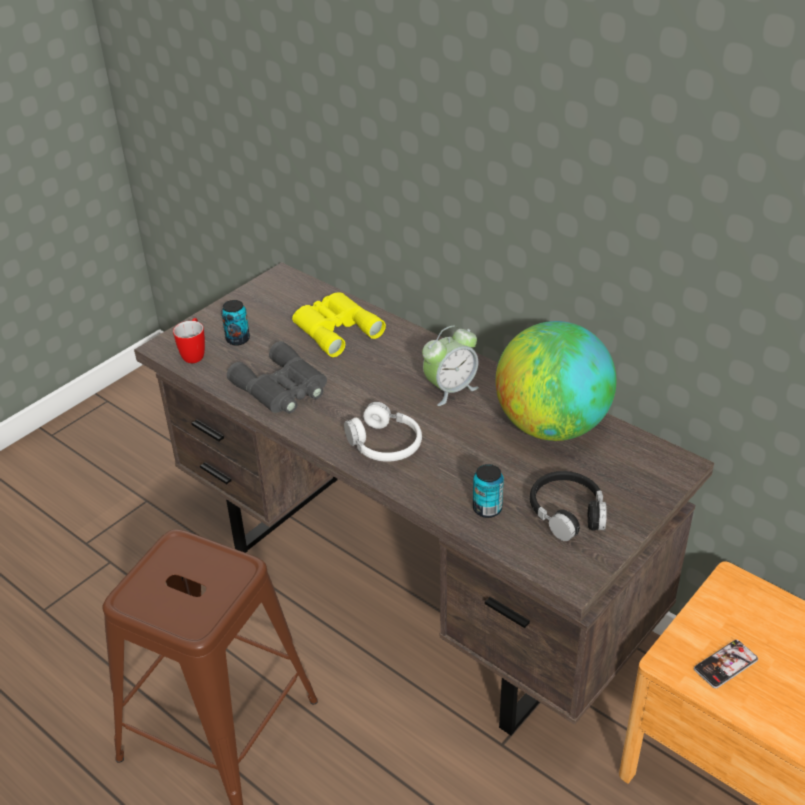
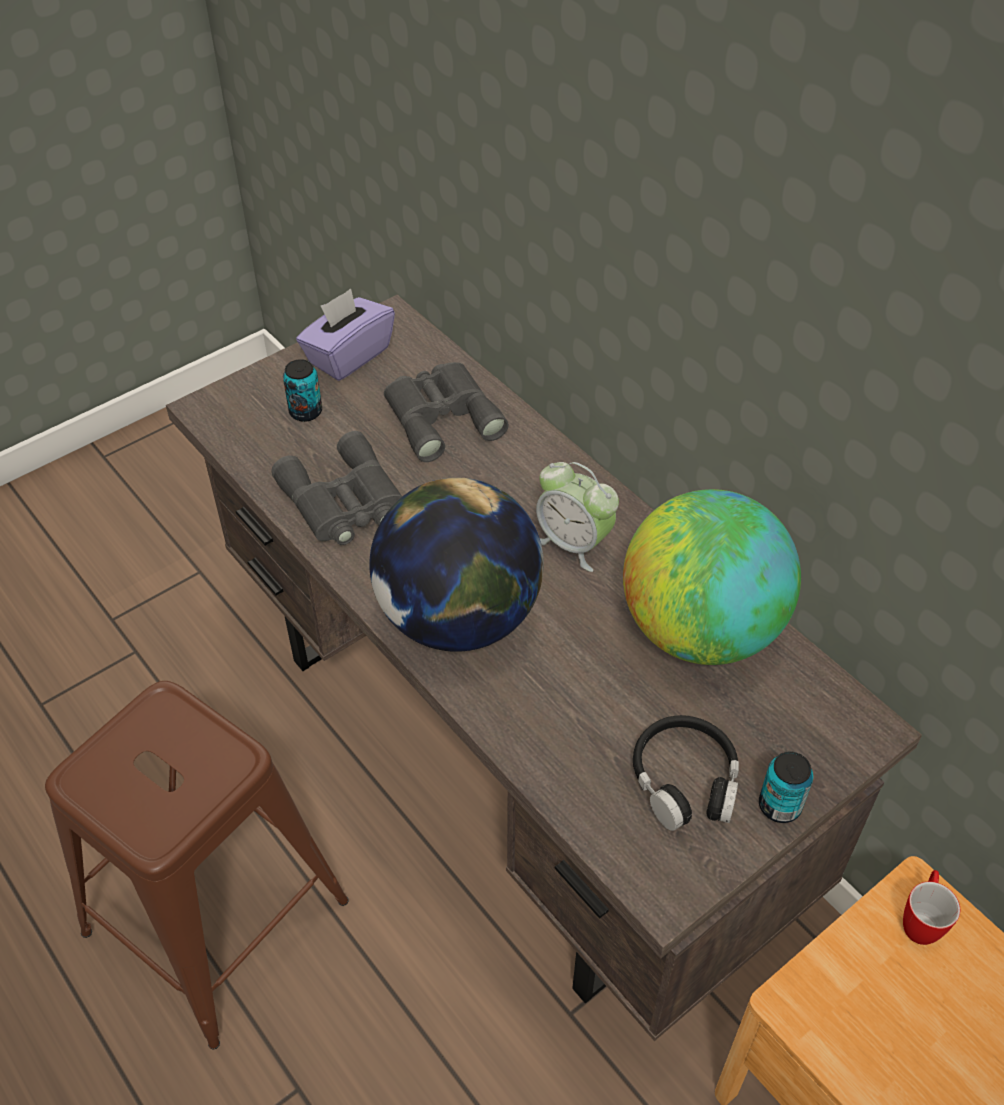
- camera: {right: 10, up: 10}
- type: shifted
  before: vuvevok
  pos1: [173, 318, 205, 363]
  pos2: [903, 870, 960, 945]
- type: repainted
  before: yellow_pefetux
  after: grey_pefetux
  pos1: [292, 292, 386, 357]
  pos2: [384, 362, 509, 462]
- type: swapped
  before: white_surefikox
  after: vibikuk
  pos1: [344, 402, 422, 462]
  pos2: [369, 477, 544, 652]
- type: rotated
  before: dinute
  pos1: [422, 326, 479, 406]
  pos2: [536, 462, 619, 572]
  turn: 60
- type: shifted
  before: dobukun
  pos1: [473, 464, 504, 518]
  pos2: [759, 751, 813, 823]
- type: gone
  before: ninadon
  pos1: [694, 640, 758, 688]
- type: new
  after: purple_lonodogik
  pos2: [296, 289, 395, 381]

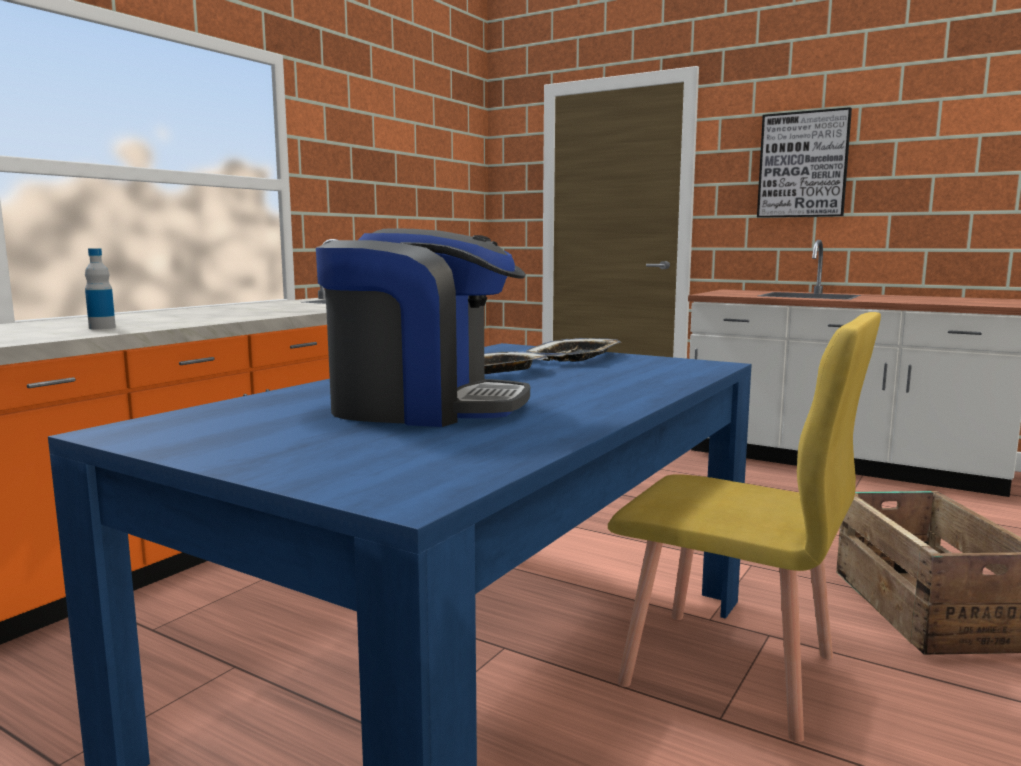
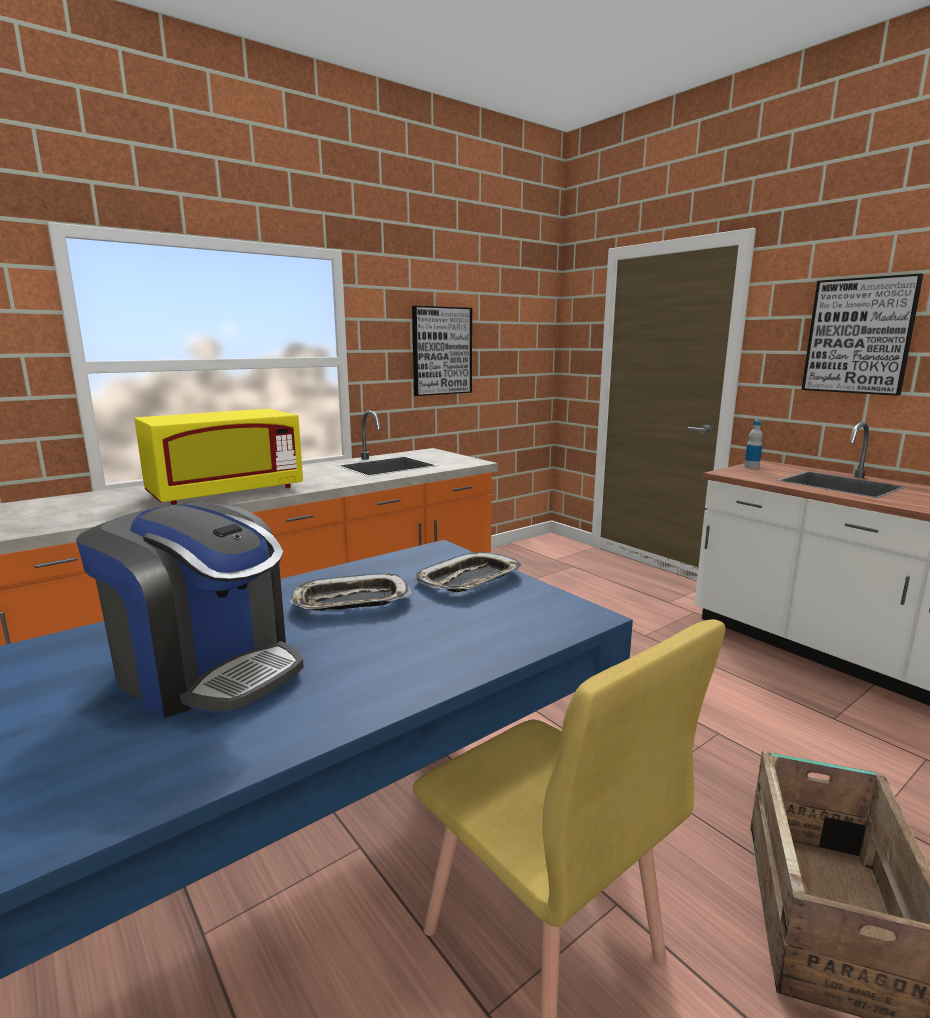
- camera: {right: 20, up: 5}
- type: shifted
  before: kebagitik
  pos1: [85, 248, 116, 330]
  pos2: [744, 421, 763, 469]
- type: new
  after: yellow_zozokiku
  pos2: [134, 409, 303, 505]
- type: new
  after: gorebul
  pos2: [412, 306, 472, 396]

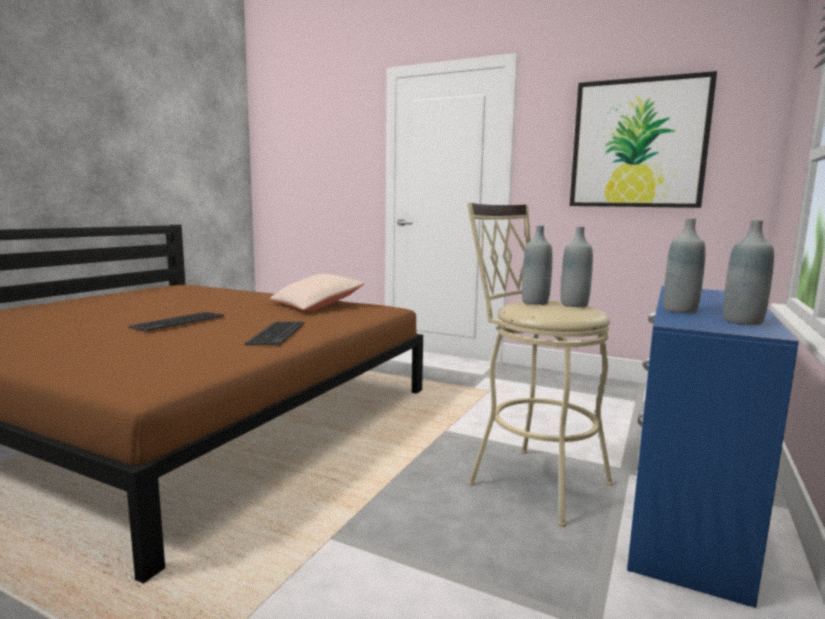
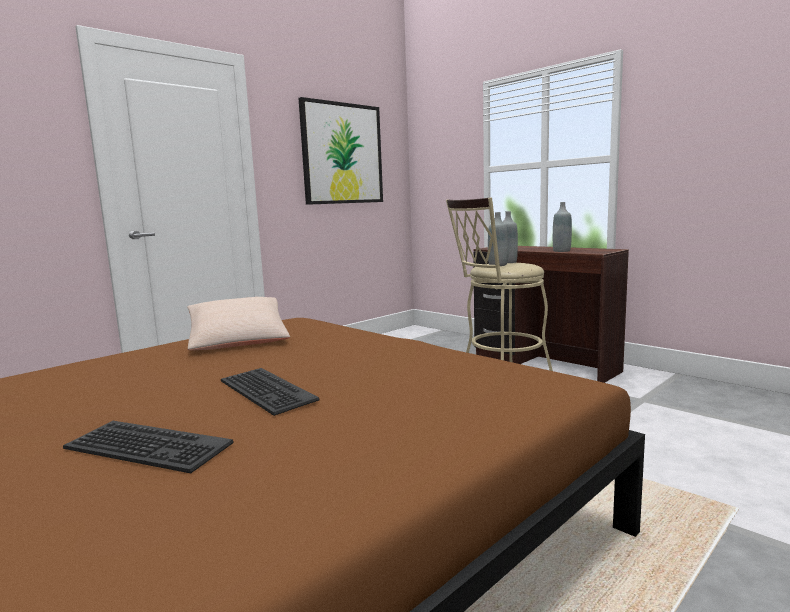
- camera: {right: -70, up: 0}
- type: shifted
  before: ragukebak
  pos1: [245, 321, 305, 345]
  pos2: [63, 421, 234, 473]
- type: repainted
  before: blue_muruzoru
  after: brown_muruzoru
  pos1: [627, 286, 799, 608]
  pos2: [473, 246, 629, 383]
- type: gone
  before: grey_kebagitik
  pos1: [723, 220, 774, 325]

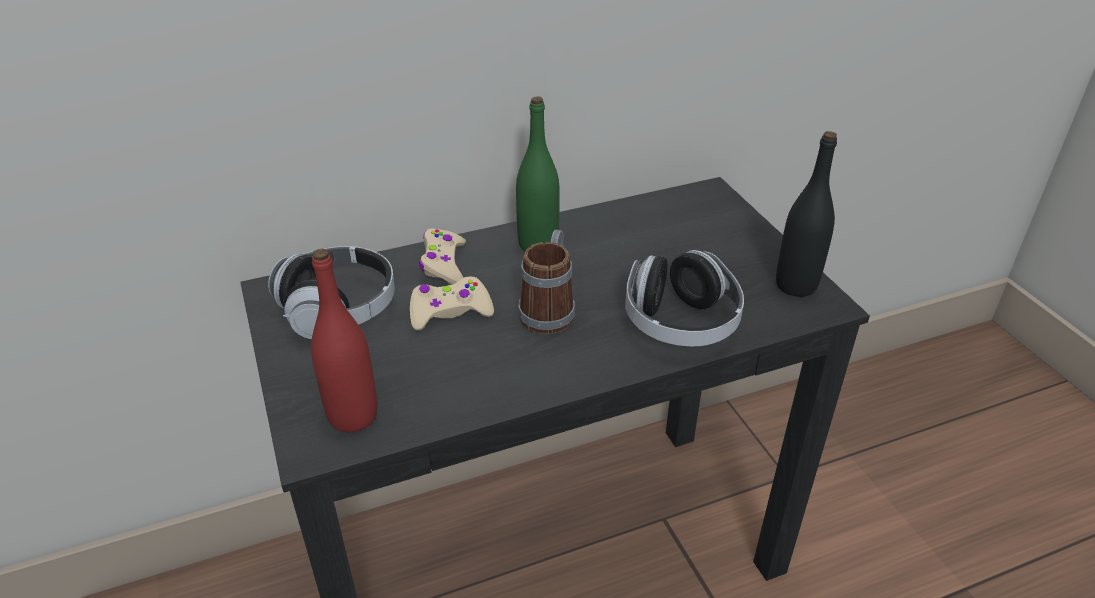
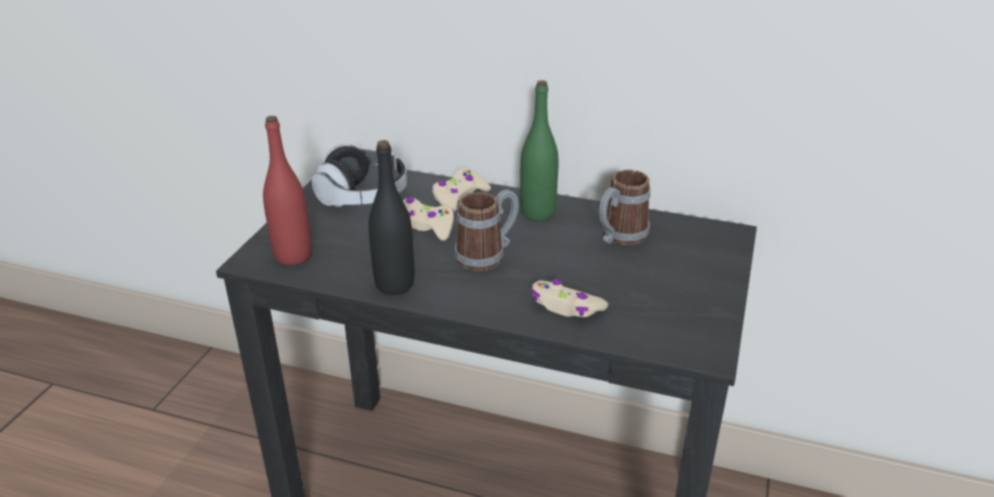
- camera: {right: 40, up: -5}
- type: swapped
  before: surefikox
  after: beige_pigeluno
  pos1: [625, 250, 744, 346]
  pos2: [531, 279, 608, 317]
- type: shifted
  before: black_kebagitik
  pos1: [776, 131, 837, 297]
  pos2: [368, 140, 414, 295]
- type: new
  after: vuvevok
  pos2: [599, 170, 650, 245]

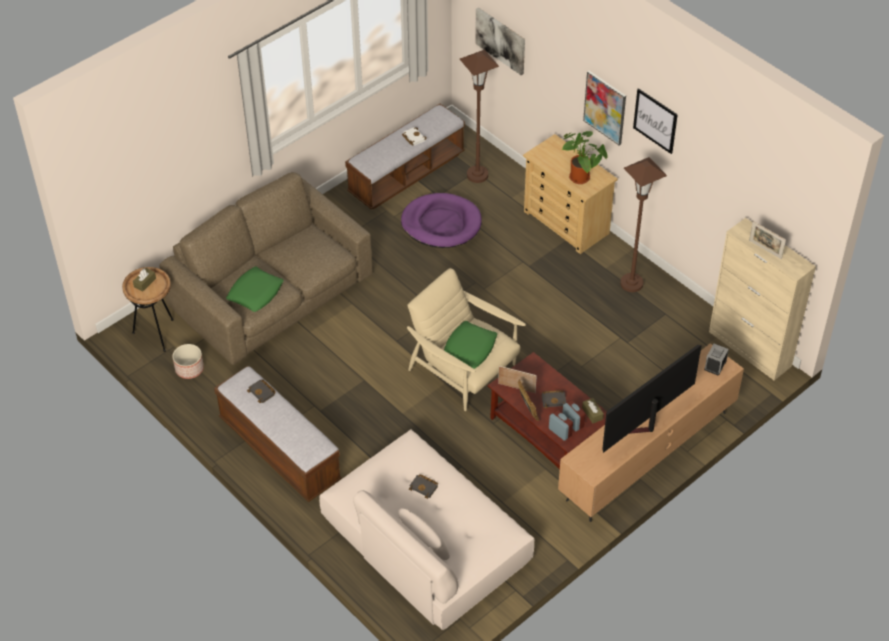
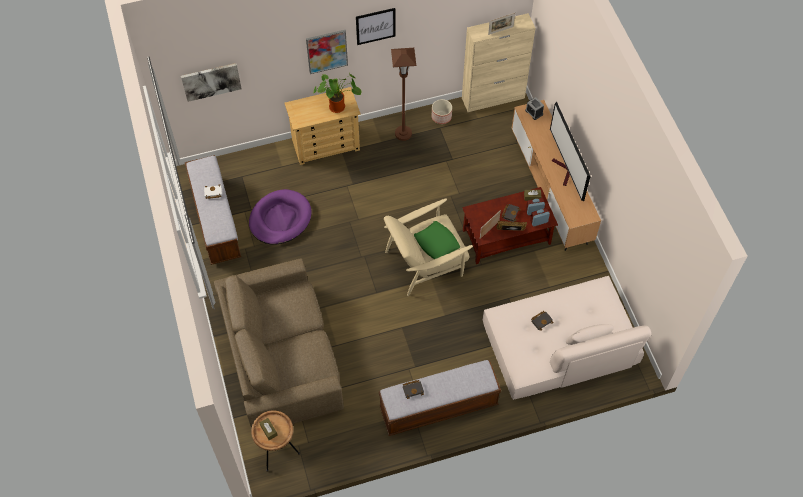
- camera: {right: -65, up: 10}
- type: shifted
  before: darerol
  pos1: [172, 344, 204, 379]
  pos2: [432, 99, 452, 124]
- type: gone
  before: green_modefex
  pos1: [226, 267, 283, 312]
- type: gone
  before: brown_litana
  pos1: [460, 50, 499, 183]

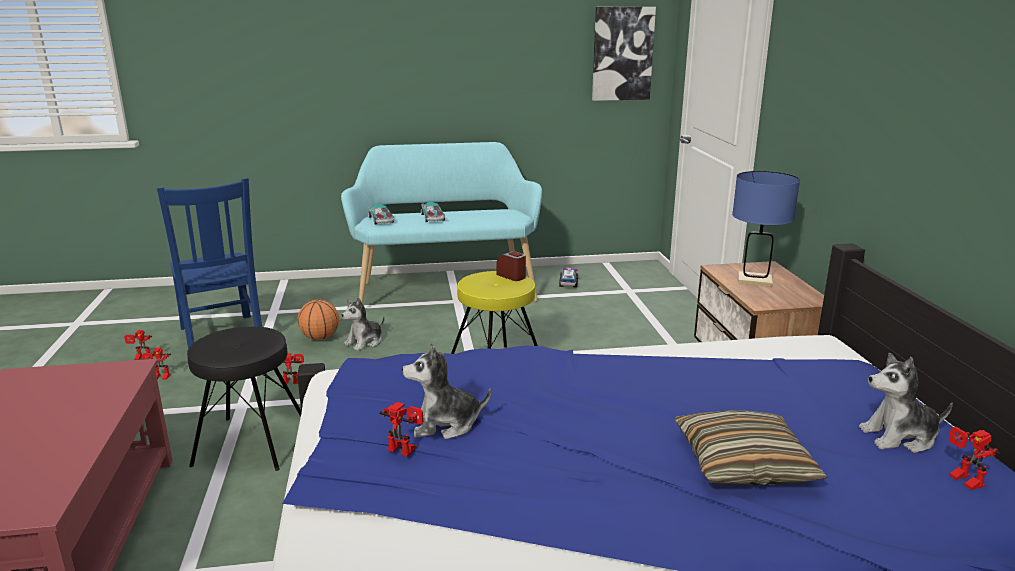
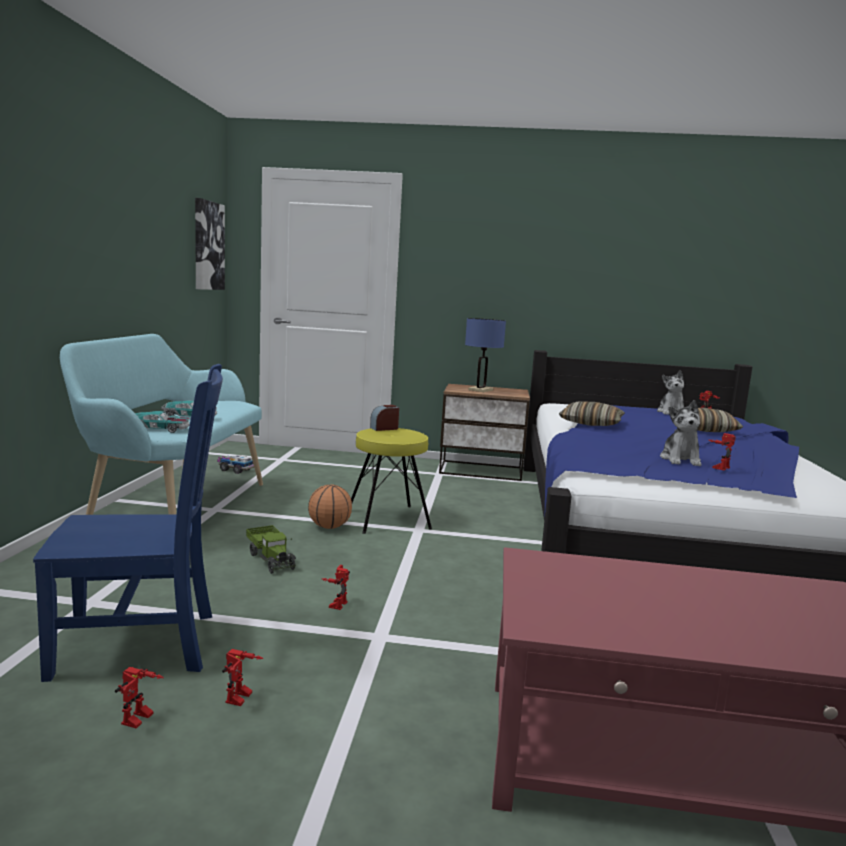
- camera: {right: -75, up: -10}
- type: gone
  before: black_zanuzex
  pos1: [187, 326, 301, 471]
- type: shifted
  before: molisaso
  pos1: [298, 299, 339, 340]
  pos2: [308, 484, 352, 529]
- type: swapped
  before: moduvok
  after: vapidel
  pos1: [341, 297, 385, 351]
  pos2: [246, 525, 296, 574]
- type: new
  after: modefex
  pos2: [559, 401, 625, 426]

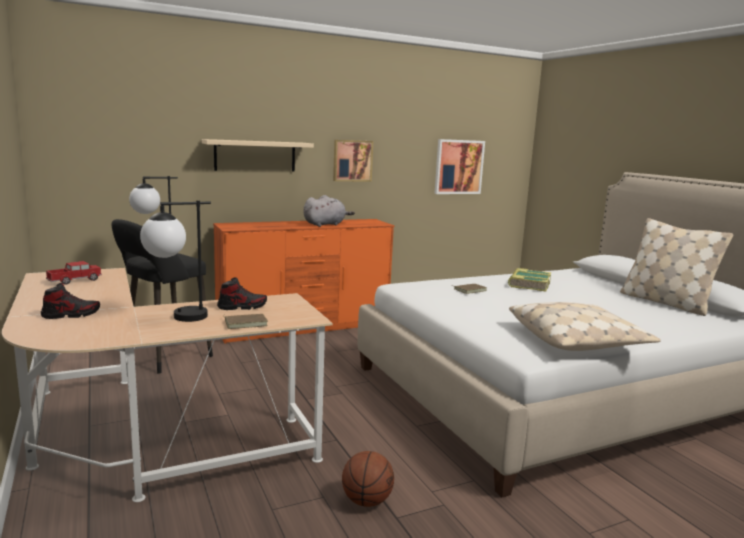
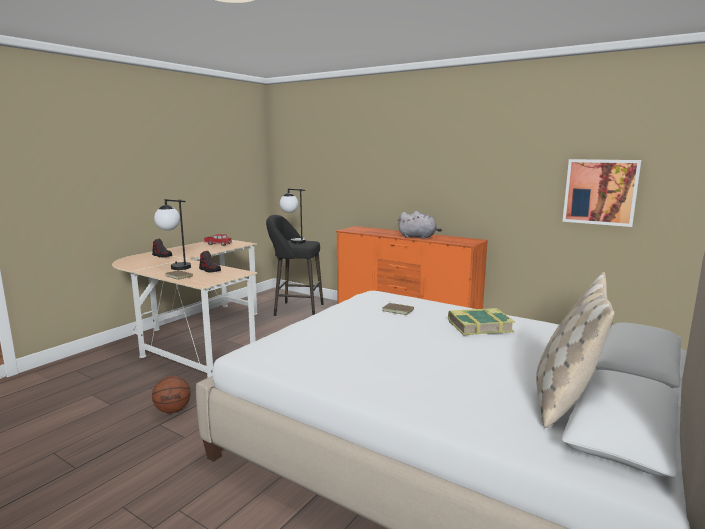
- camera: {right: 60, up: 0}
- type: gone
  before: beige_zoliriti
  pos1: [202, 139, 314, 172]
- type: gone
  before: gorebul
  pos1: [333, 140, 373, 181]
- type: gone
  before: beige_modefex
  pos1: [509, 302, 661, 351]

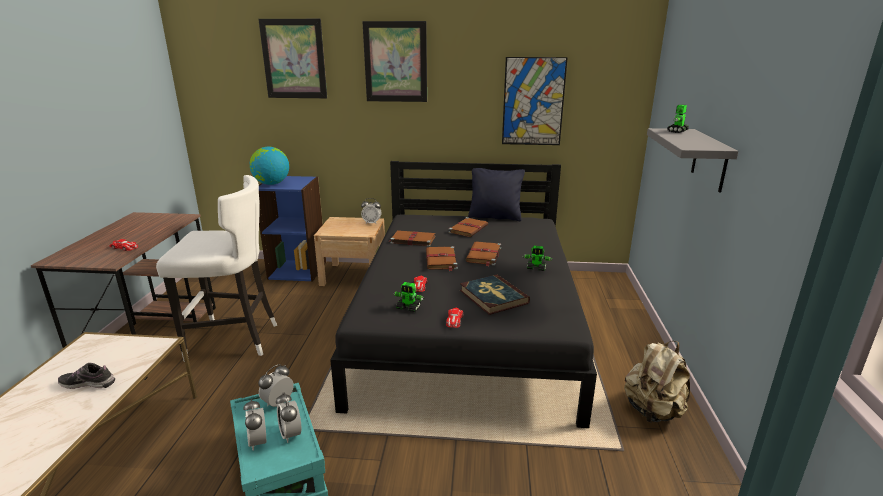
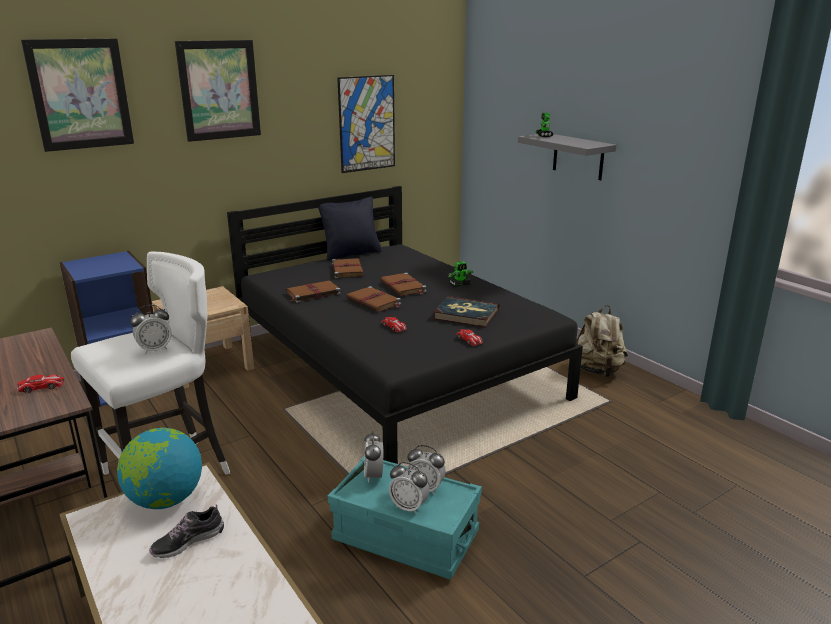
- camera: {right: -40, up: 0}
- type: shifted
  before: vibikuk
  pos1: [249, 147, 289, 185]
  pos2: [117, 428, 202, 509]
- type: shifted
  before: dinute
  pos1: [361, 198, 382, 225]
  pos2: [131, 305, 171, 354]
- type: gone
  before: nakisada
  pos1: [394, 282, 424, 312]

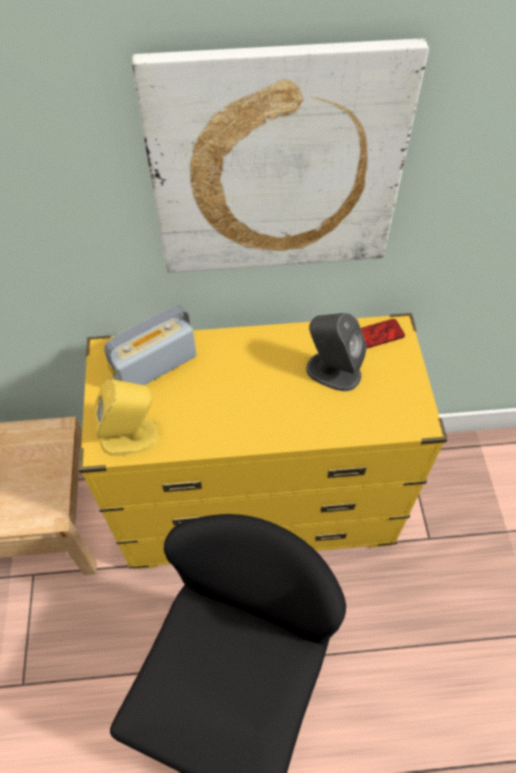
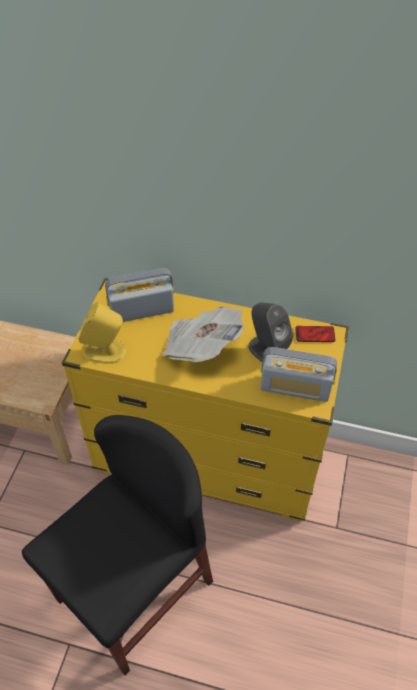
- camera: {right: 20, up: -5}
- type: gone
  before: gorebul
  pos1: [132, 39, 429, 273]
- type: new
  after: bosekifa
  pos2: [162, 306, 244, 362]
- type: new
  after: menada
  pos2: [260, 347, 337, 402]

